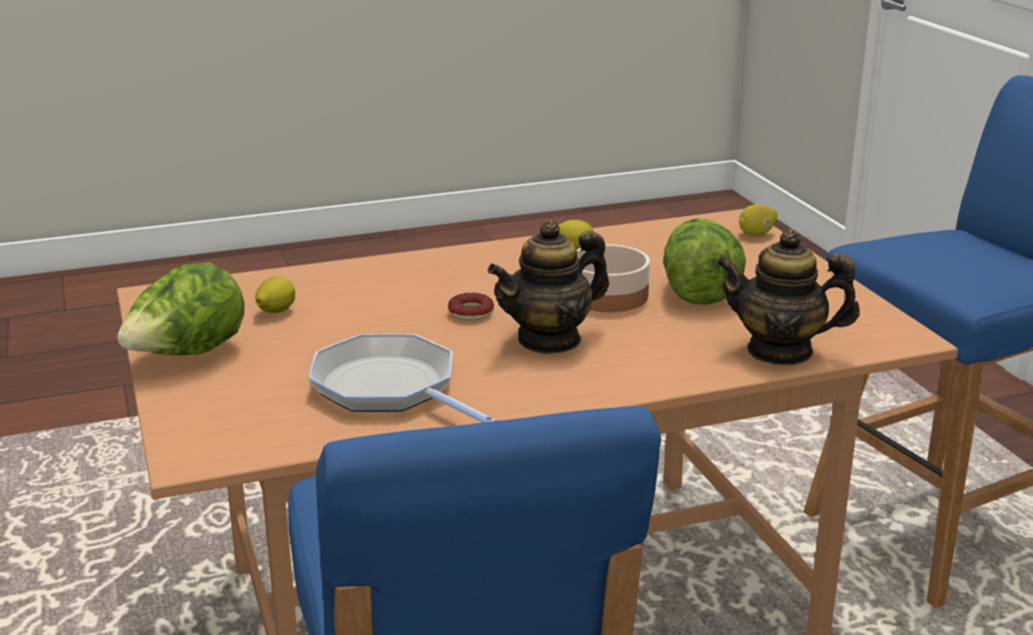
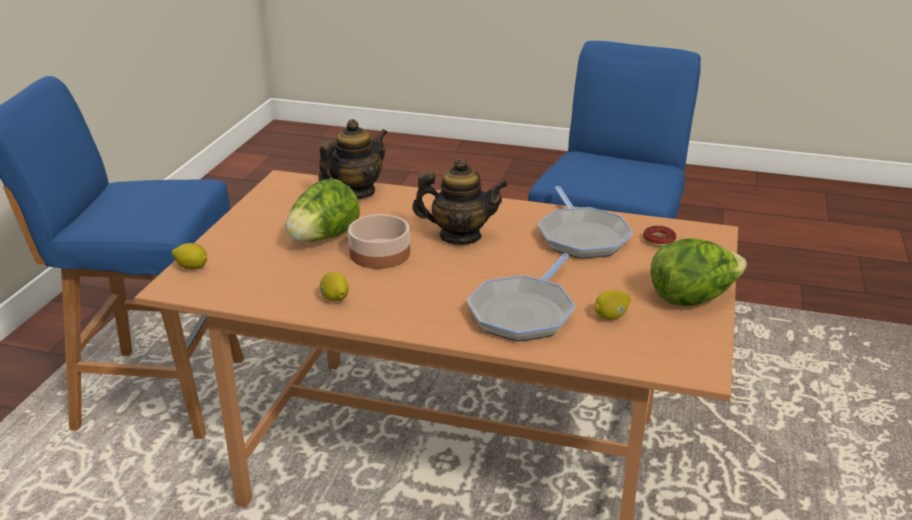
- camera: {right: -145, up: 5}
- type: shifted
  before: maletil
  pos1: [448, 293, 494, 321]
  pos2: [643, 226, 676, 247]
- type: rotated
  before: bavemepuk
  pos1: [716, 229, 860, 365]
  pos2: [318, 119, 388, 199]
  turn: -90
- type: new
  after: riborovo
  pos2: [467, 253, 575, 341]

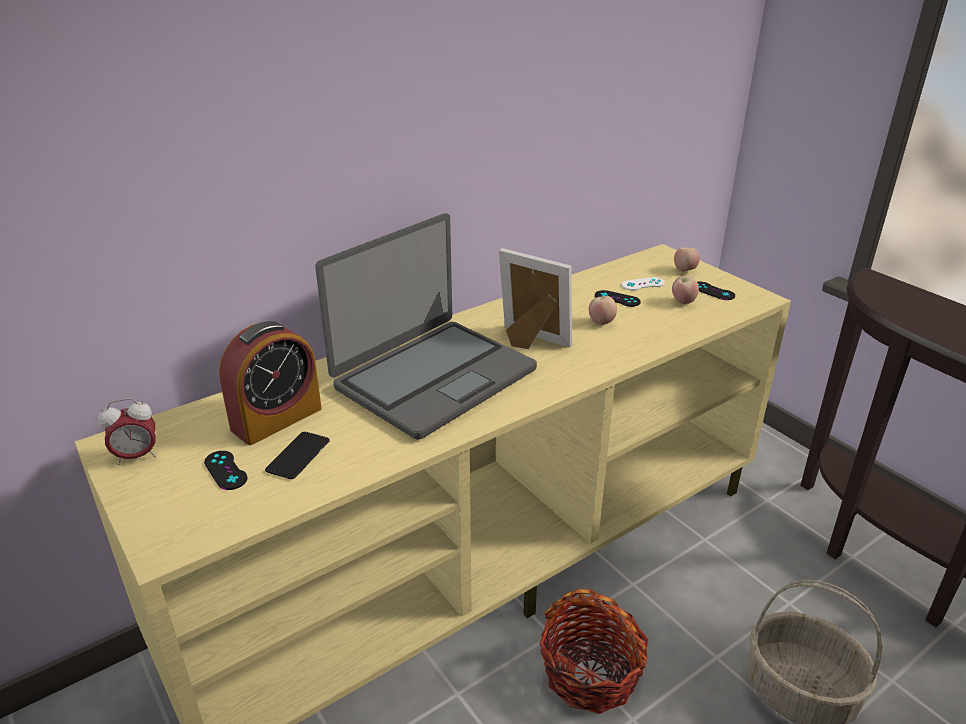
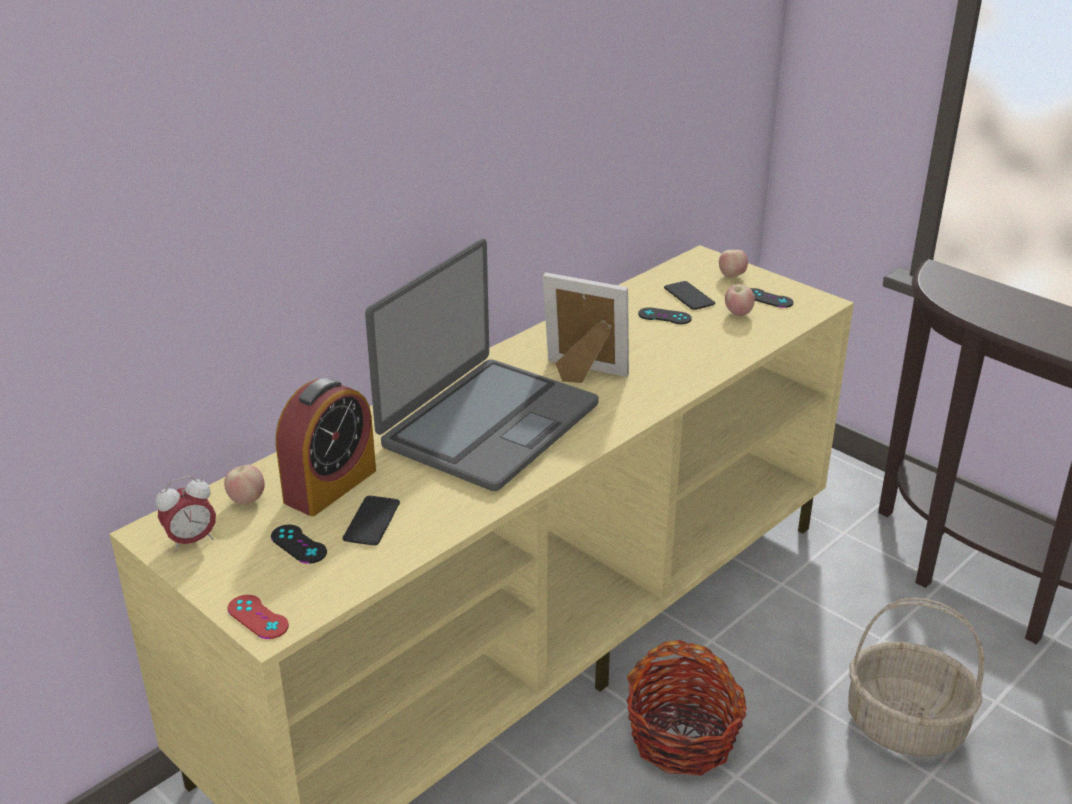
- camera: {right: -10, up: 0}
- type: shifted
  before: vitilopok
  pos1: [589, 296, 617, 325]
  pos2: [224, 464, 265, 505]
- type: swapped
  before: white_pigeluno
  after: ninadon
  pos1: [622, 277, 665, 290]
  pos2: [664, 281, 715, 310]
- type: new
  after: red_pigeluno
  pos2: [228, 595, 289, 639]

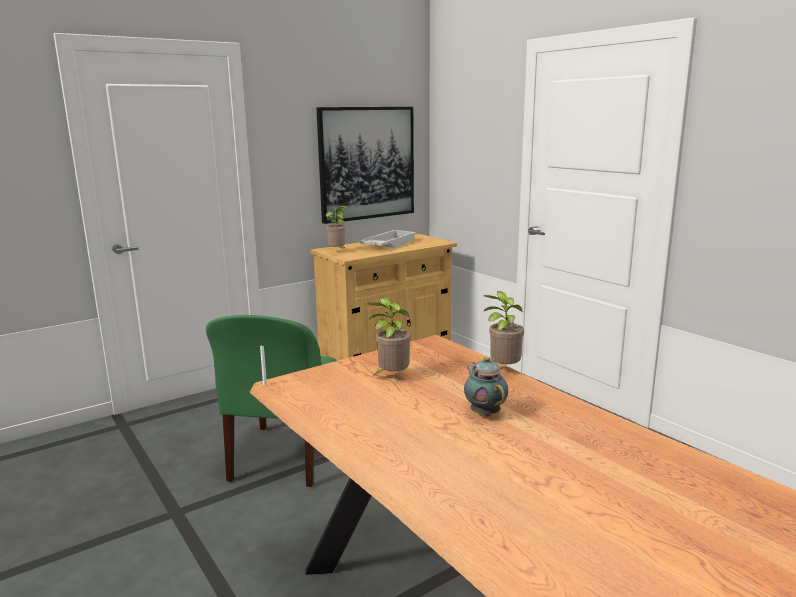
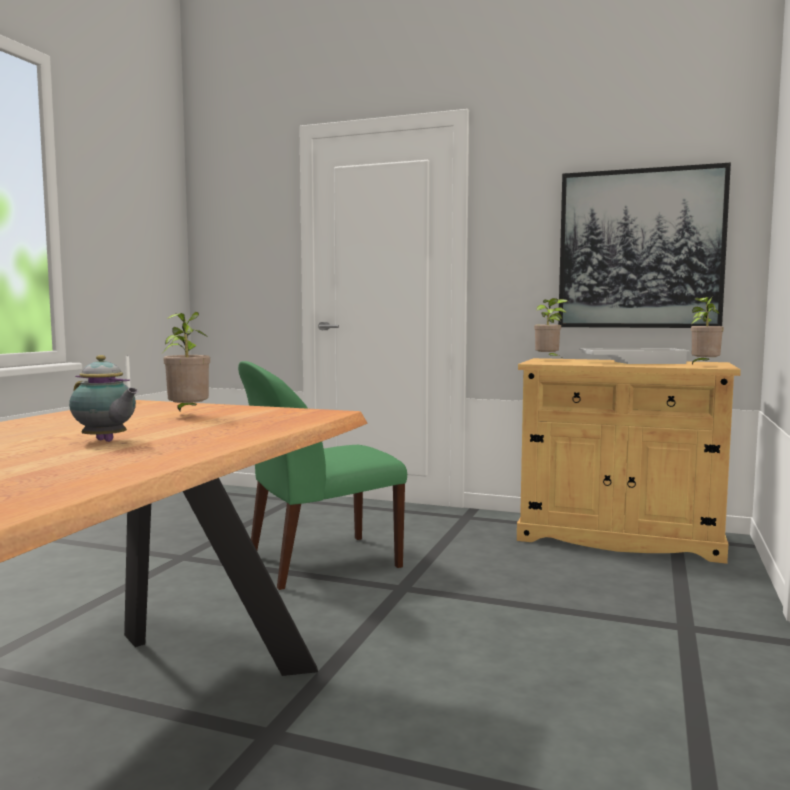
- camera: {right: 55, up: -10}
- type: rotated
  before: bavemepuk
  pos1: [464, 357, 508, 416]
  pos2: [69, 355, 138, 442]
  turn: 90
- type: shifted
  before: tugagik
  pos1: [484, 291, 524, 364]
  pos2: [691, 297, 724, 365]

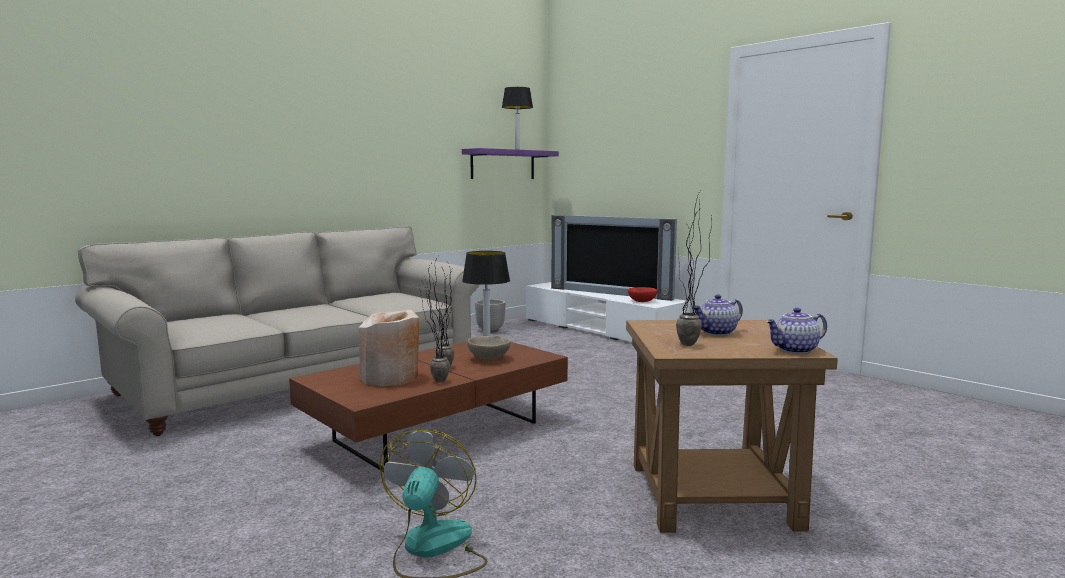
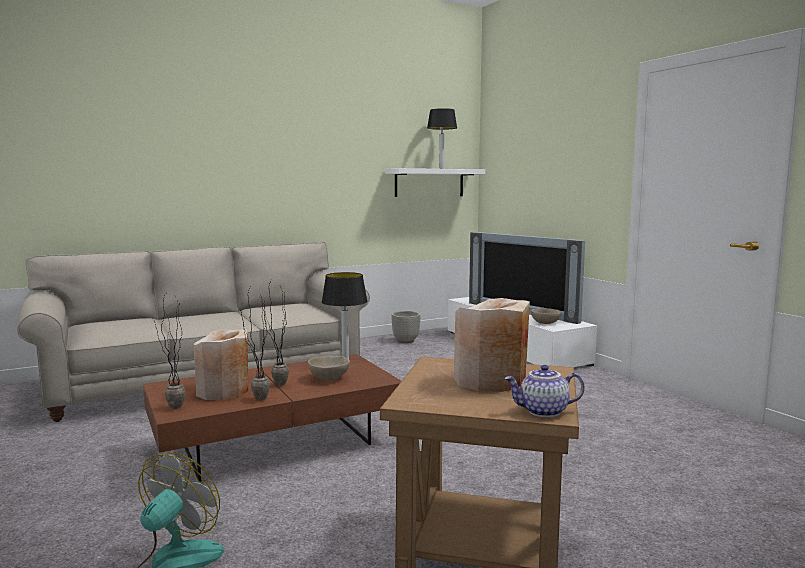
- camera: {right: 15, up: 0}
- type: repainted
  before: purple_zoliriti
  after: white_zoliriti
  pos1: [462, 148, 559, 179]
  pos2: [386, 168, 485, 197]
- type: repainted
  before: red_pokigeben
  after: beige_pokigeben
  pos1: [628, 287, 658, 302]
  pos2: [531, 308, 561, 324]
- type: shifted
  before: tugagik
  pos1: [676, 191, 712, 346]
  pos2: [152, 291, 186, 409]
- type: swapped
  before: bavemepuk
  after: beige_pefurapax
  pos1: [694, 294, 743, 336]
  pos2: [454, 298, 530, 392]

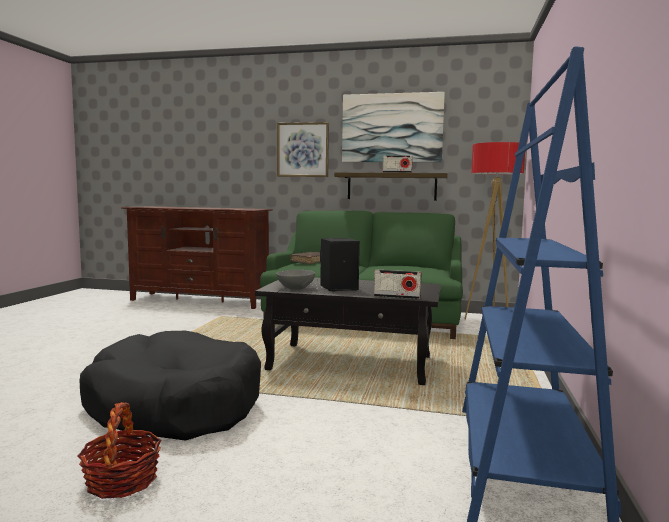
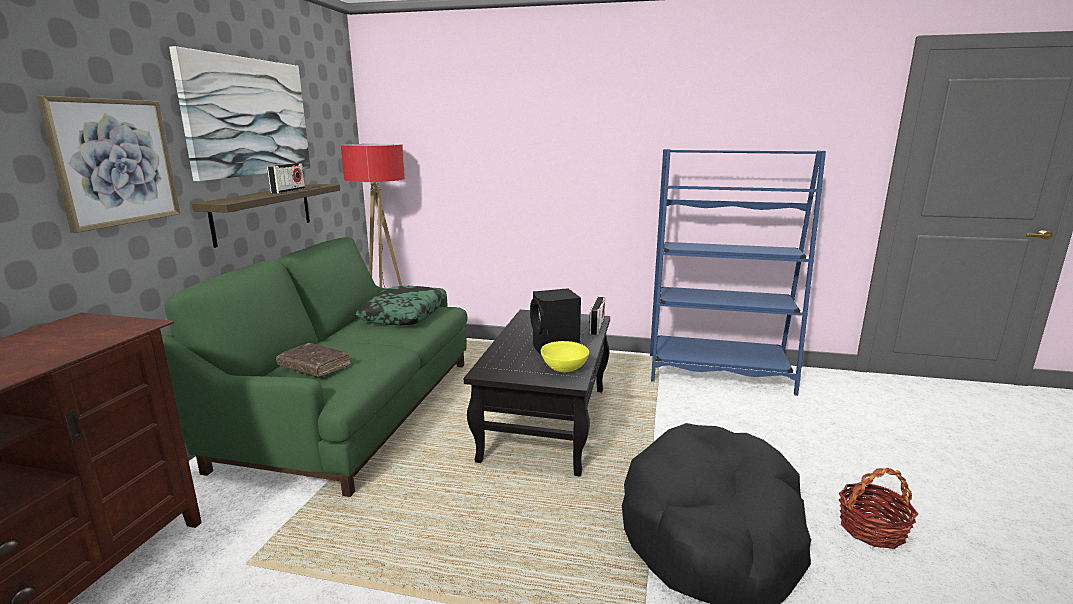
- camera: {right: -90, up: 10}
- type: repainted
  before: grey_pokigeben
  after: yellow_pokigeben
  pos1: [276, 270, 315, 290]
  pos2: [541, 341, 589, 372]
- type: new
  after: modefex
  pos2: [356, 286, 446, 325]

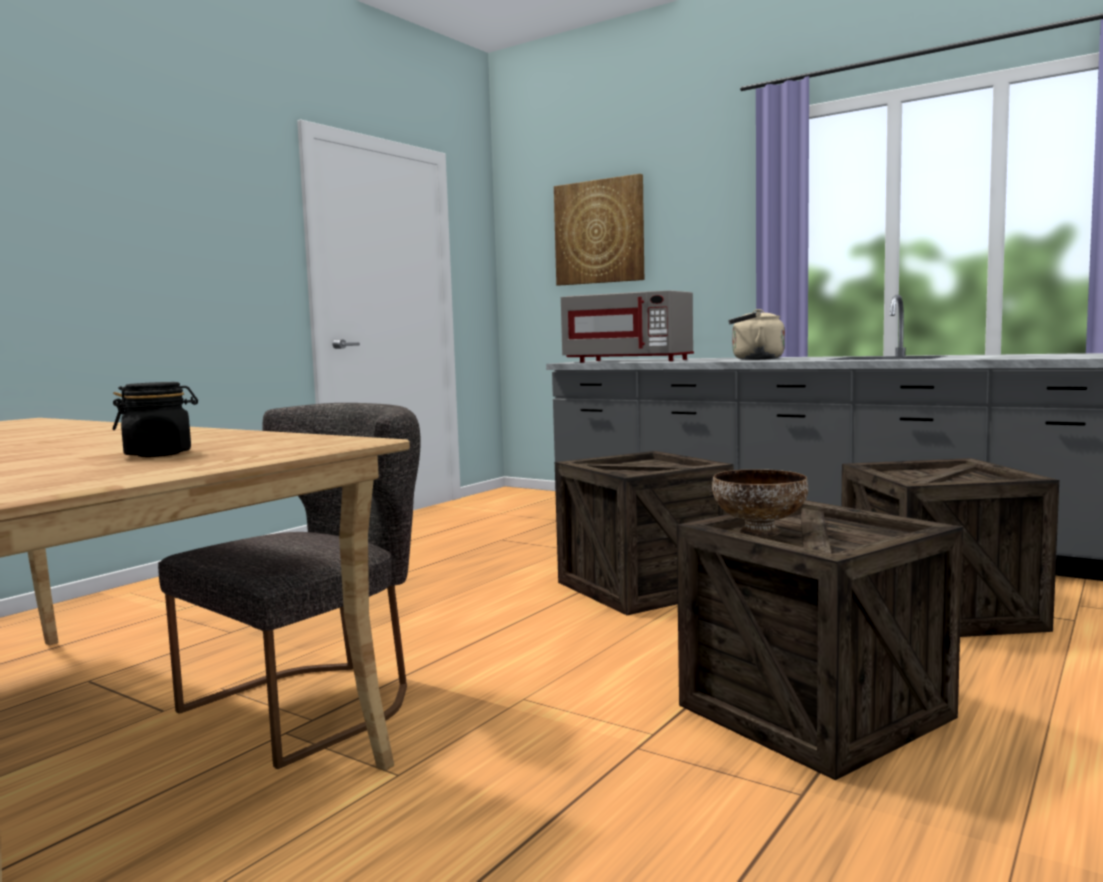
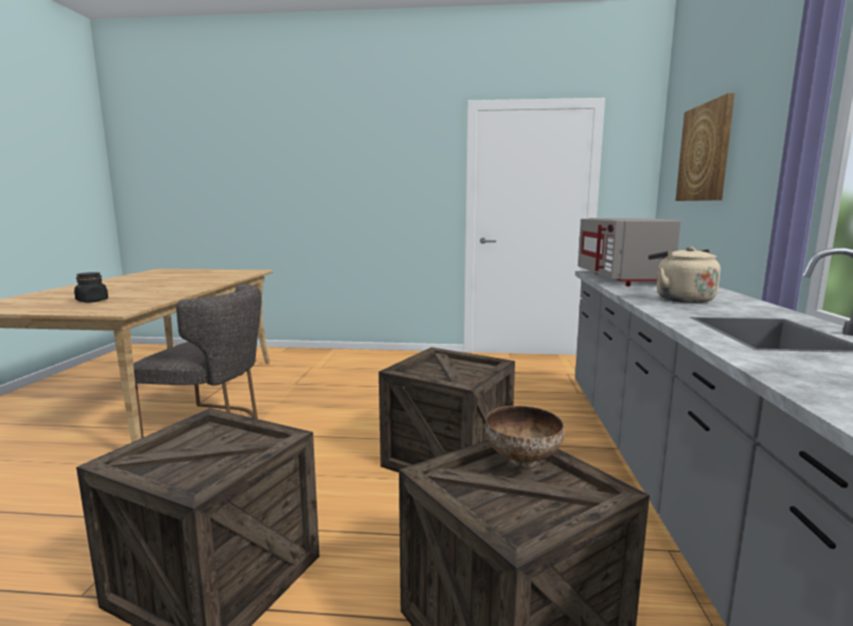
- camera: {right: 60, up: 5}
- type: shifted
  before: pokigeben
  pos1: [712, 469, 808, 537]
  pos2: [485, 406, 564, 473]

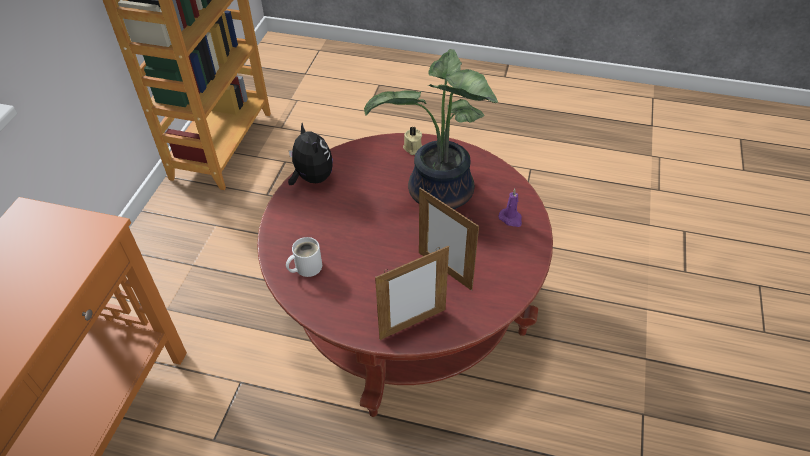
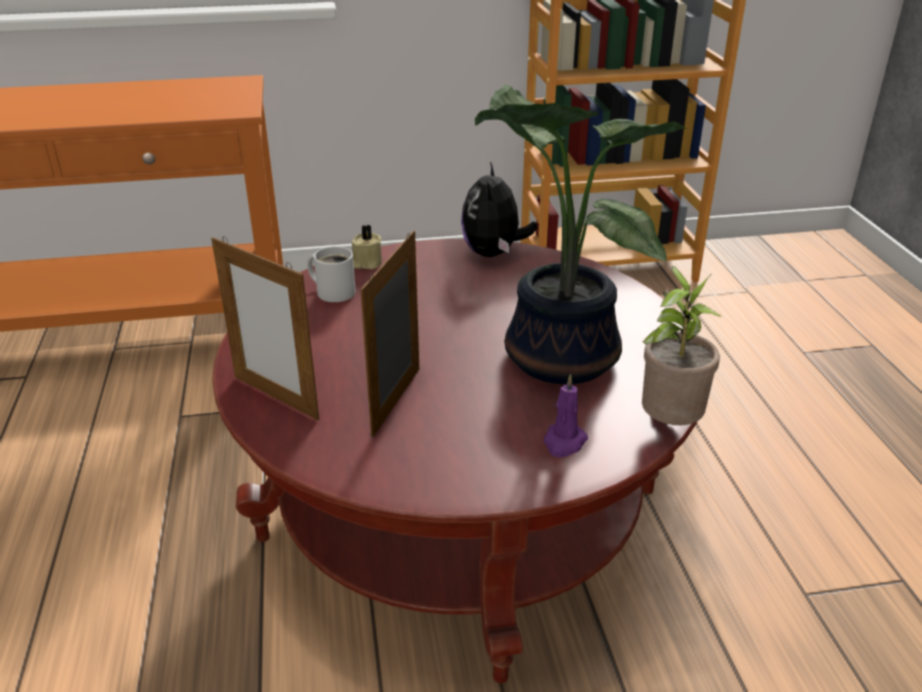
- camera: {right: 65, up: -15}
- type: rotated
  before: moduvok
  pos1: [288, 123, 333, 185]
  pos2: [461, 162, 537, 257]
  turn: 150
- type: shifted
  before: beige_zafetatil
  pos1: [403, 127, 422, 155]
  pos2: [352, 225, 382, 269]
- type: new
  after: tugagik
  pos2: [642, 266, 722, 425]

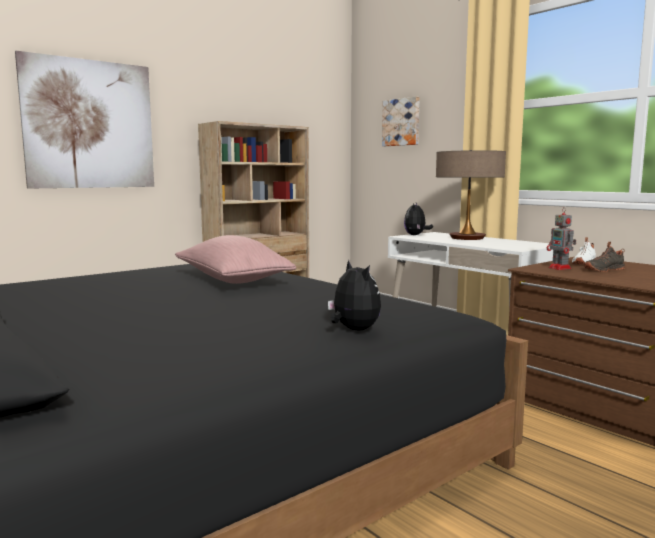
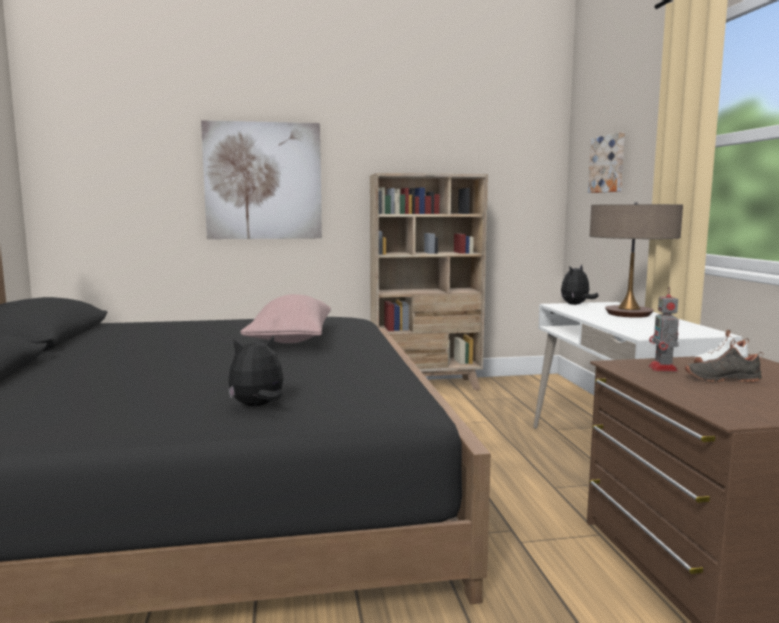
- camera: {right: 30, up: 0}
- type: rotated
  before: moduvok
  pos1: [328, 260, 381, 330]
  pos2: [228, 335, 283, 406]
  turn: -120

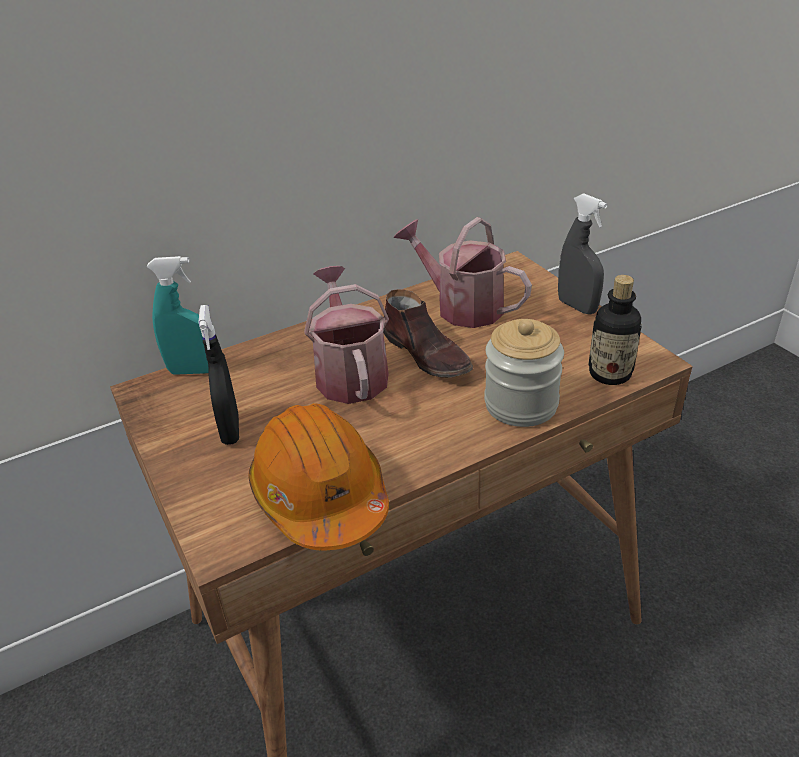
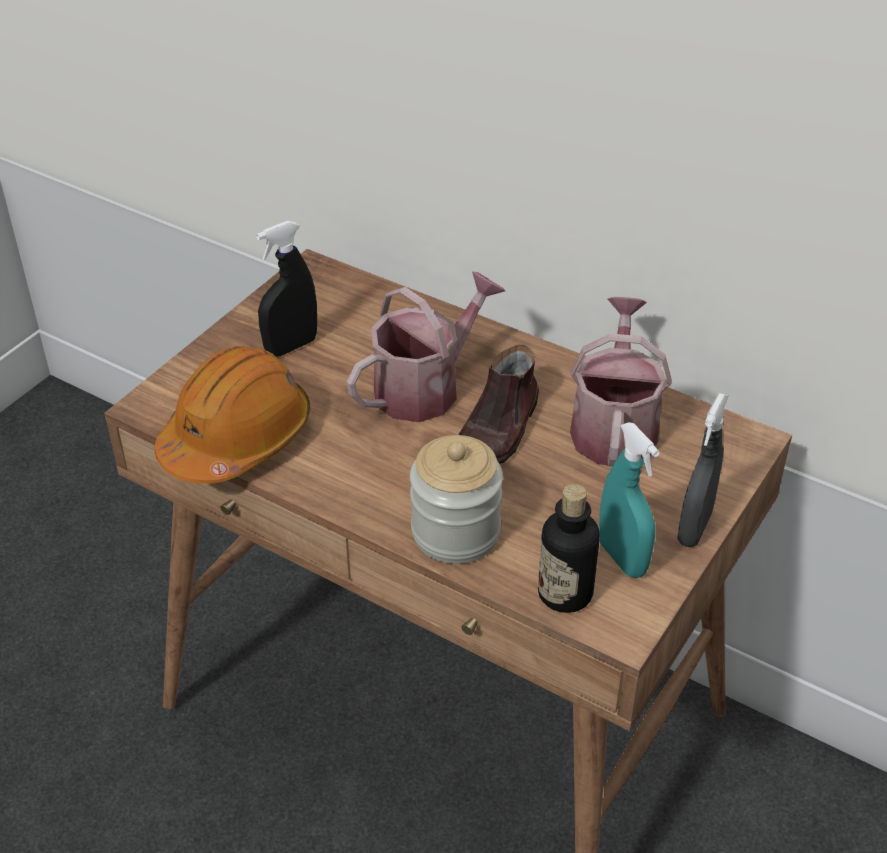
- camera: {right: 60, up: 5}
- type: shifted
  before: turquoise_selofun
  pos1: [146, 256, 209, 375]
  pos2: [599, 422, 660, 578]

